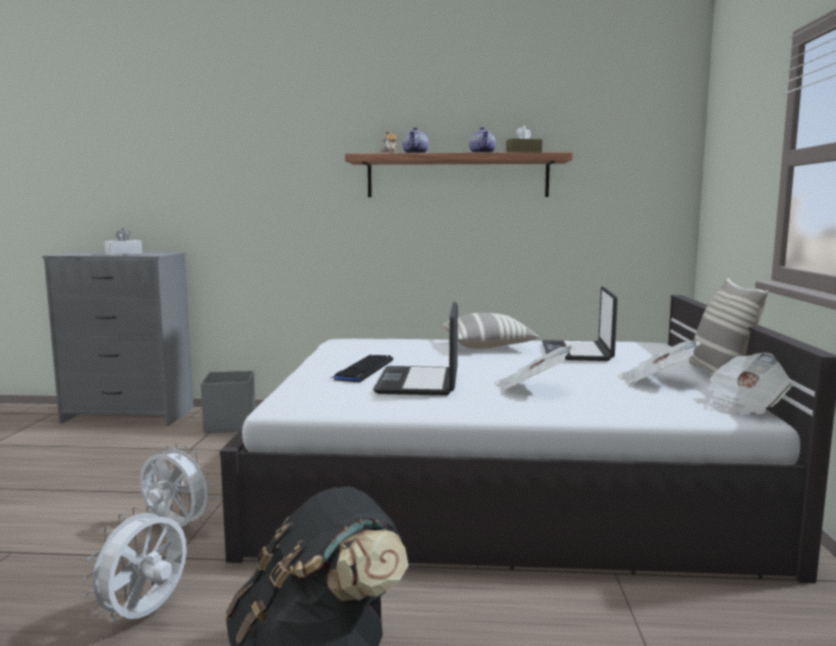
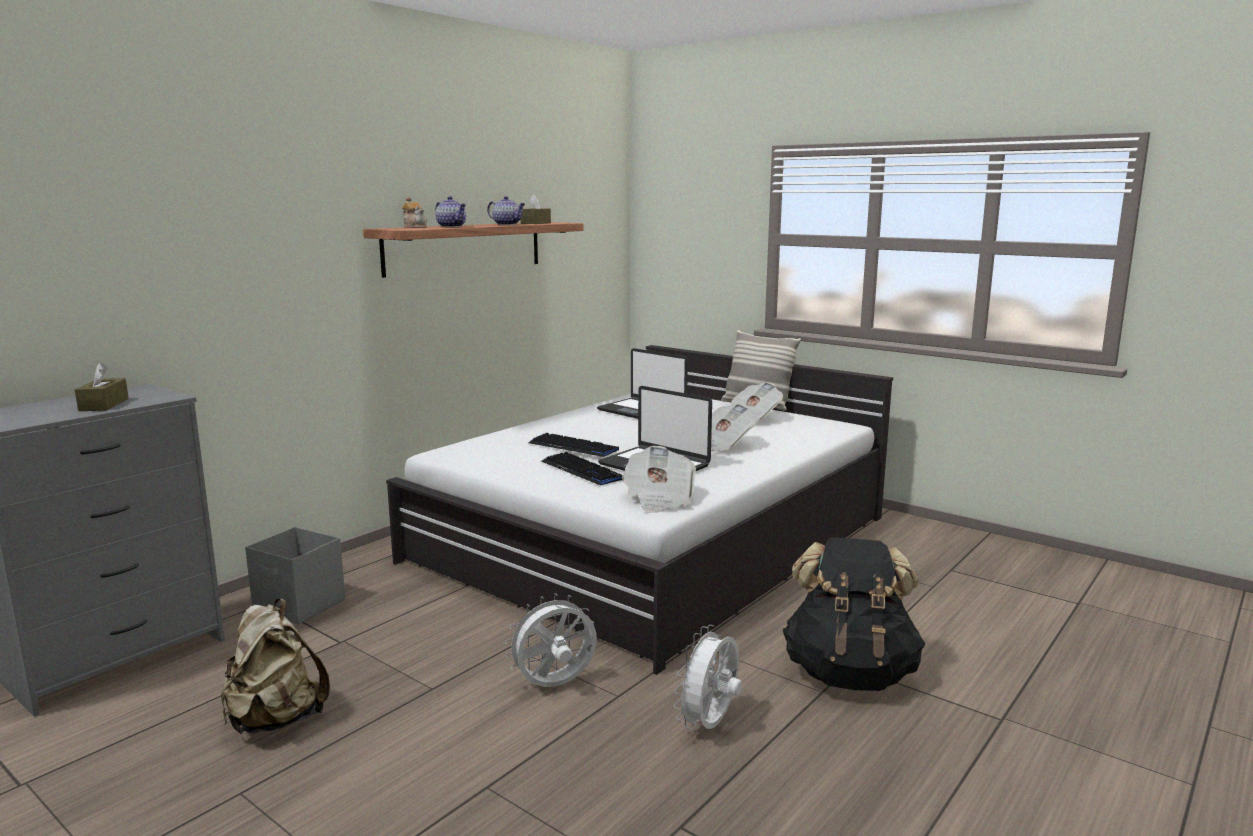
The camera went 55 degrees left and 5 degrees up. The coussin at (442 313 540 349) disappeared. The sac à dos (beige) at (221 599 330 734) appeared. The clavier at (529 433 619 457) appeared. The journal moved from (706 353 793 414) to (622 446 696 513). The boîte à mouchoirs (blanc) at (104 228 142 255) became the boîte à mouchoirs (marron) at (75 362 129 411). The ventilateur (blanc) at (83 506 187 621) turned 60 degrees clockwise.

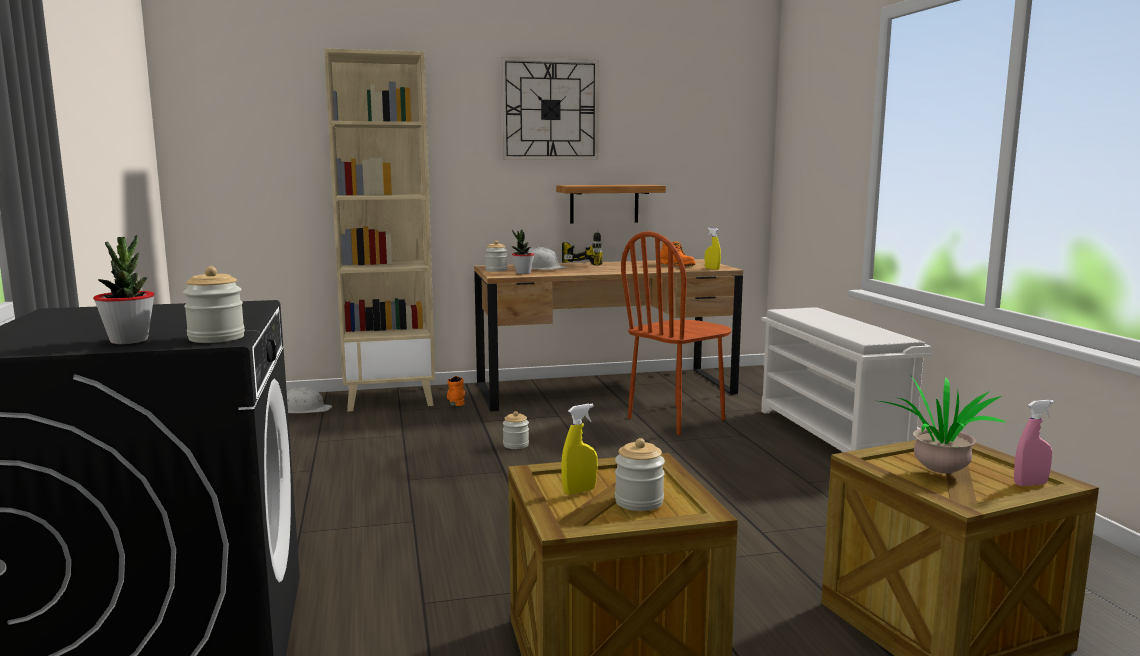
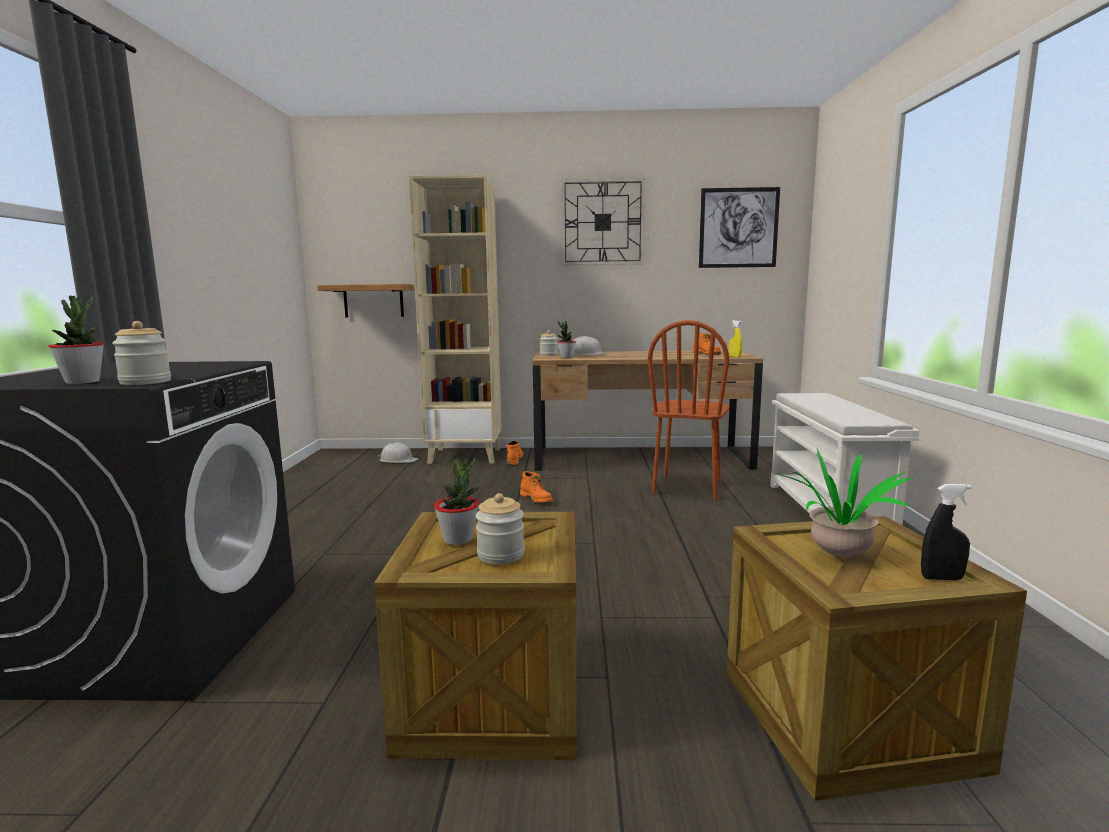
The camera went 15 degrees right and 0 degrees up. The perceuse at (562 229 603 265) disappeared. The tableau at (699 187 780 268) appeared. The étagère moved from (556 185 666 224) to (317 284 414 317). The bocal at (503 411 529 449) was replaced by the botte (orange) at (520 471 553 502). The vaporisateur (jaune) at (561 404 598 495) was replaced by the plante en pot at (434 457 479 545). The vaporisateur (rose) at (1014 400 1054 486) became the vaporisateur (noir) at (921 484 972 580). The chaise (marron) at (621 231 731 435) turned 45 degrees counterclockwise.

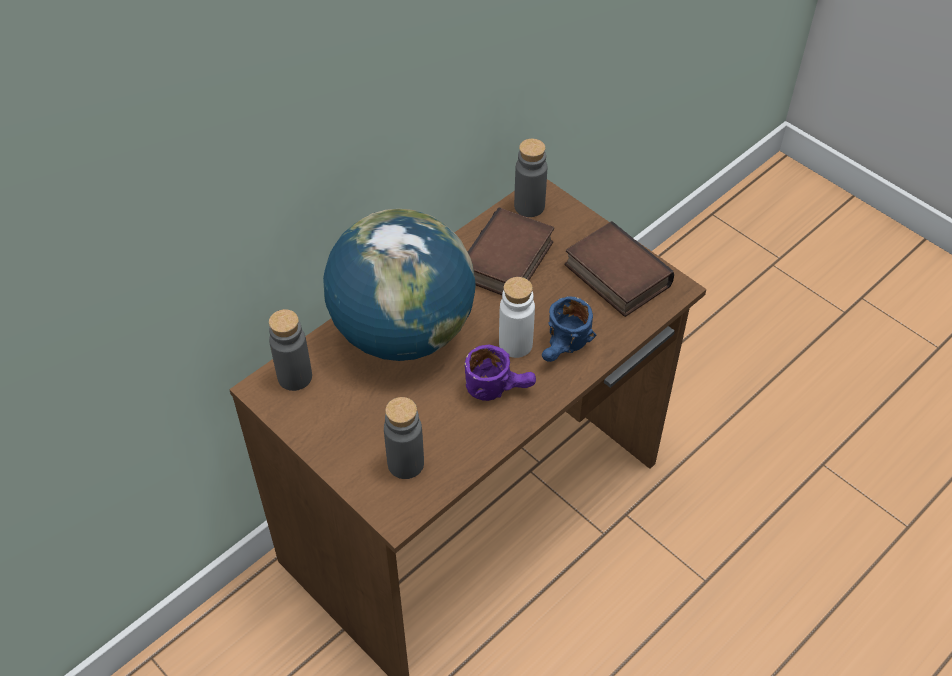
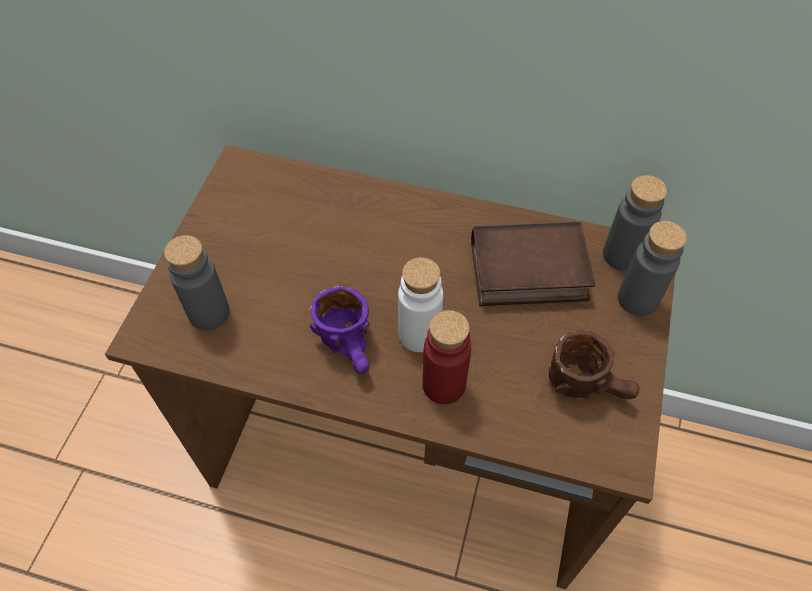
The camera went 60 degrees right and 5 degrees up. The globe at (323 209 476 361) disappeared. The bouteille (gris) moved from (269 309 312 391) to (618 221 687 316). The mug (bleu) at (542 296 596 362) was replaced by the bouteille (rouge) at (422 310 471 404). The livre at (565 221 674 317) was replaced by the mug (marron) at (549 330 640 399).

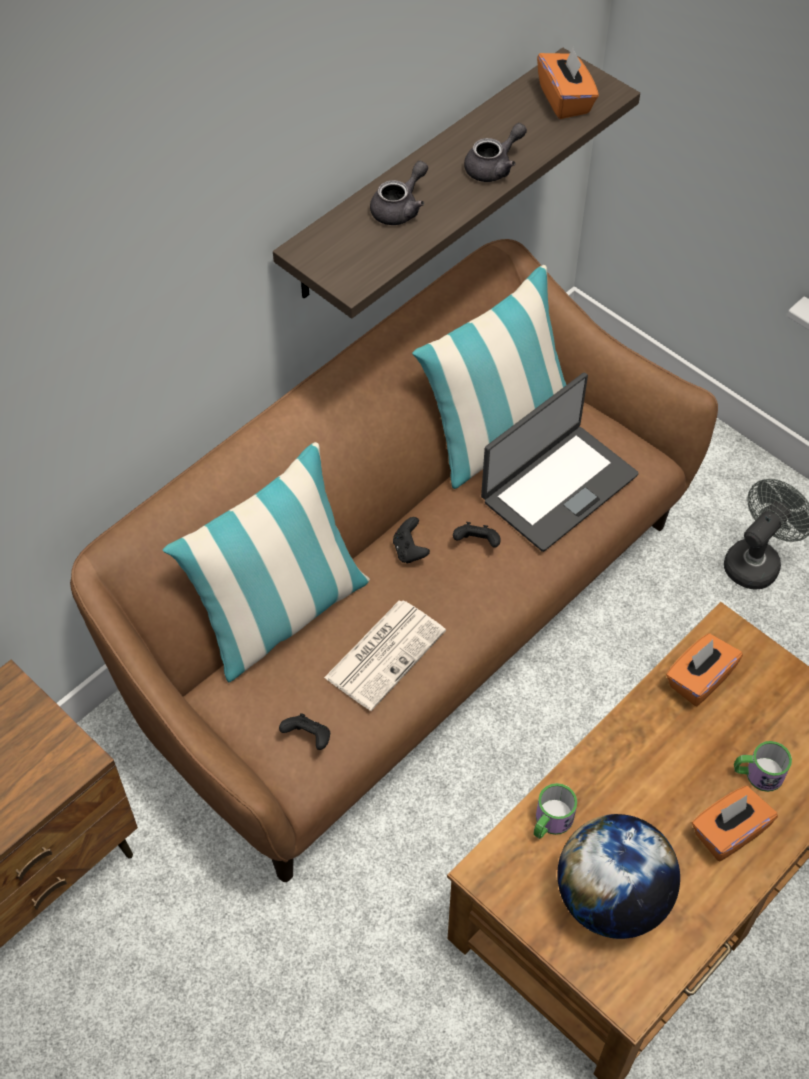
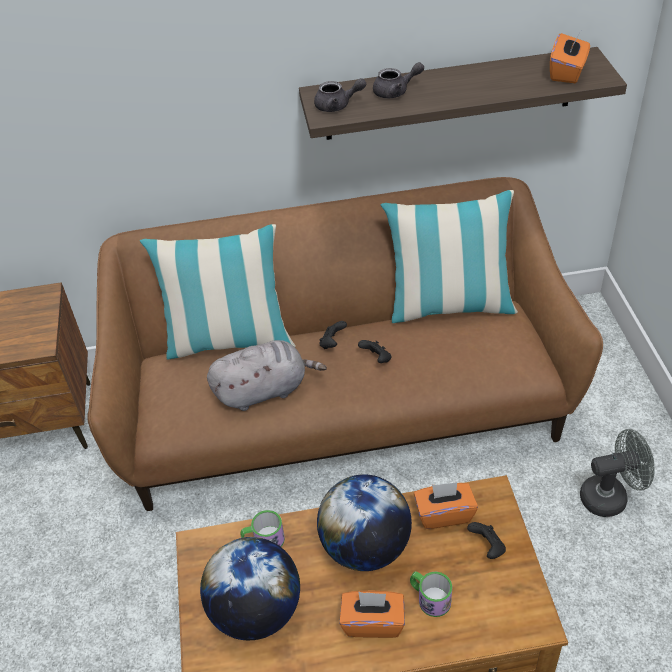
The camera went 40 degrees right and 10 degrees down. The ordinateur portable at (481 373 639 552) disappeared. The globe at (317 474 412 571) appeared. The manette (noir) moved from (279 713 330 750) to (467 522 506 559). The théière (gris) moved from (464 123 527 182) to (314 78 366 112). The journal at (324 600 446 711) was replaced by the peluche (gris) at (207 340 327 411).

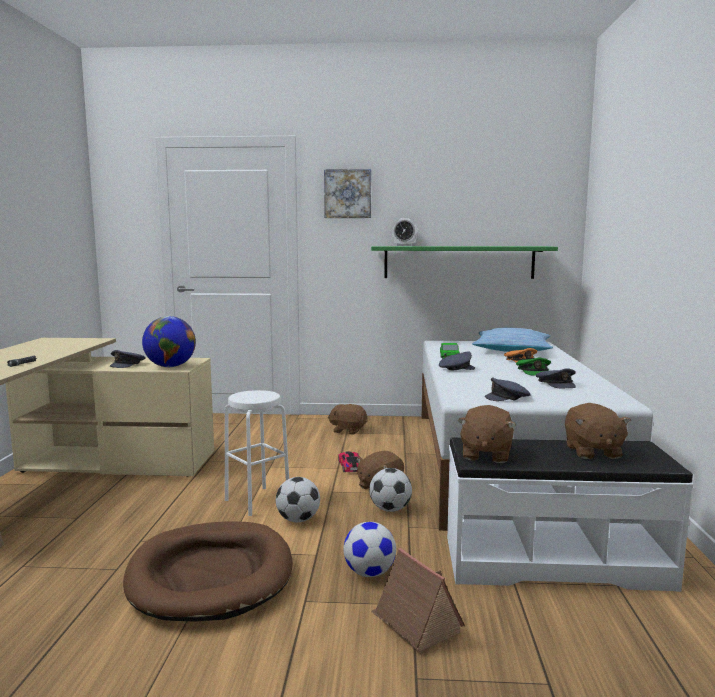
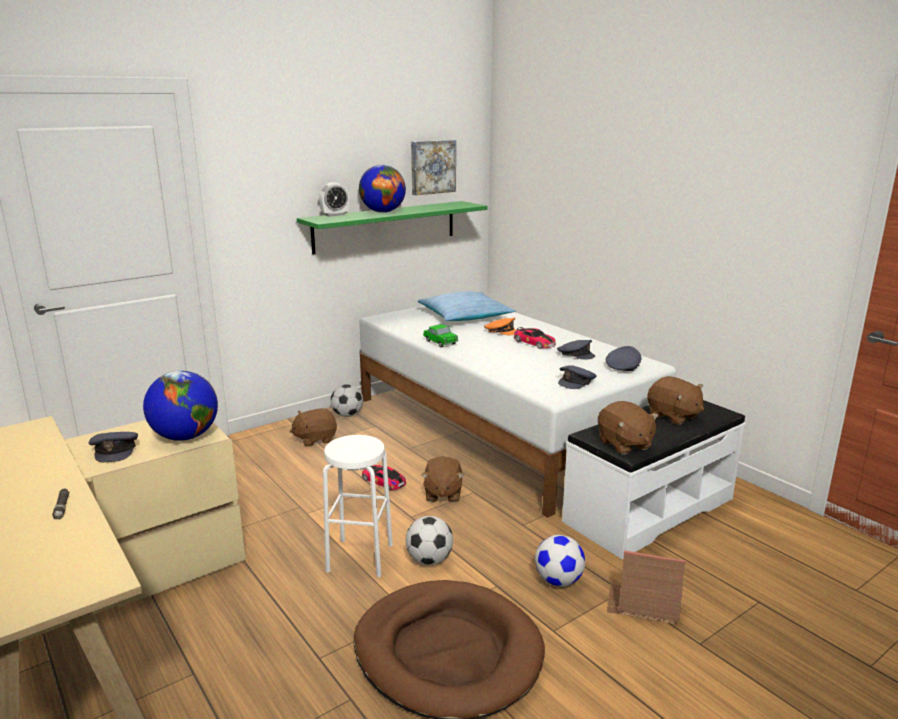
The camera went 40 degrees left and 10 degrees up. The globe at (359 165 406 213) appeared. The tableau moved from (324 169 371 218) to (411 140 456 195). The ballon de foot moved from (369 468 412 512) to (330 384 363 417). The casquette (gris) moved from (439 351 475 371) to (606 346 642 371). The casquette (vert) at (516 358 551 376) was replaced by the petite voiture at (514 327 556 349).

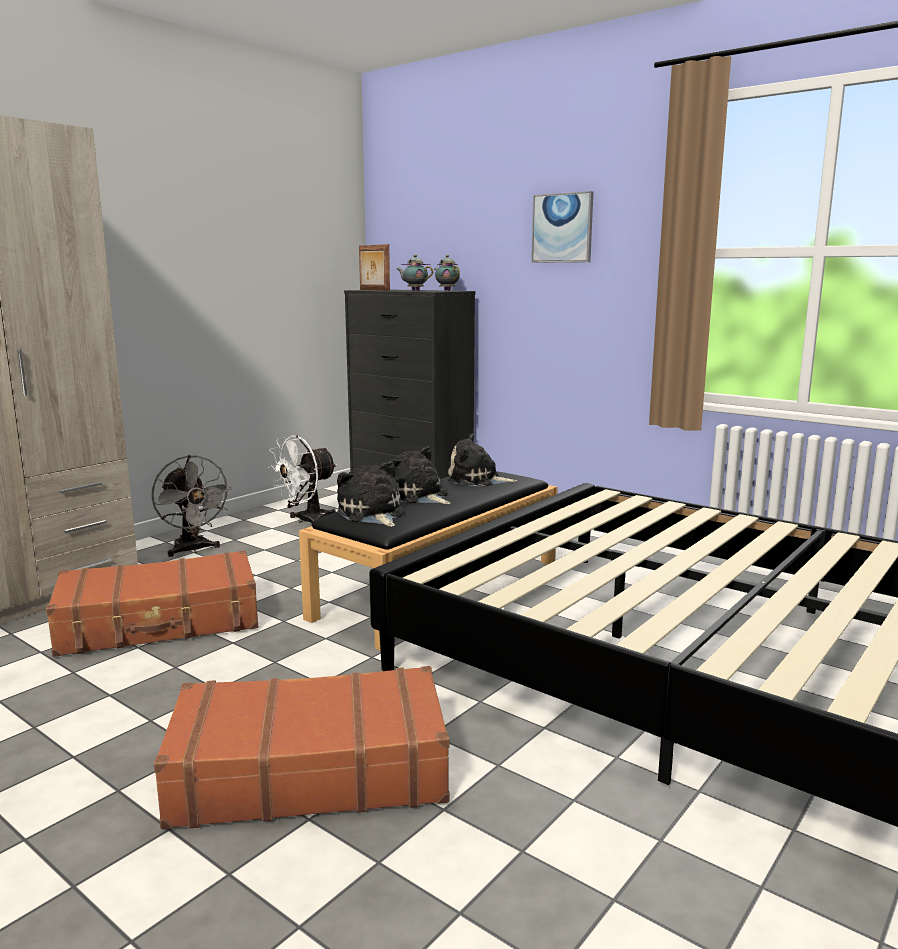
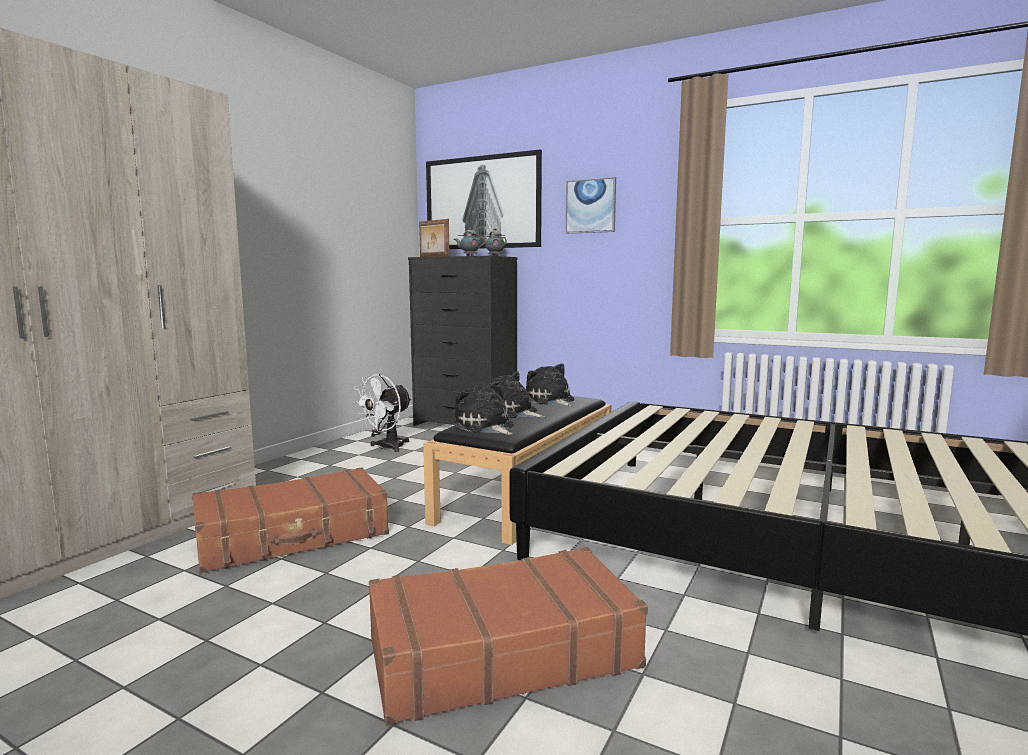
The camera went 10 degrees left and 5 degrees down. The ventilateur (gris) at (152 455 232 557) disappeared. The tableau at (426 149 542 249) appeared. The peluche at (447 433 517 487) turned 60 degrees clockwise.

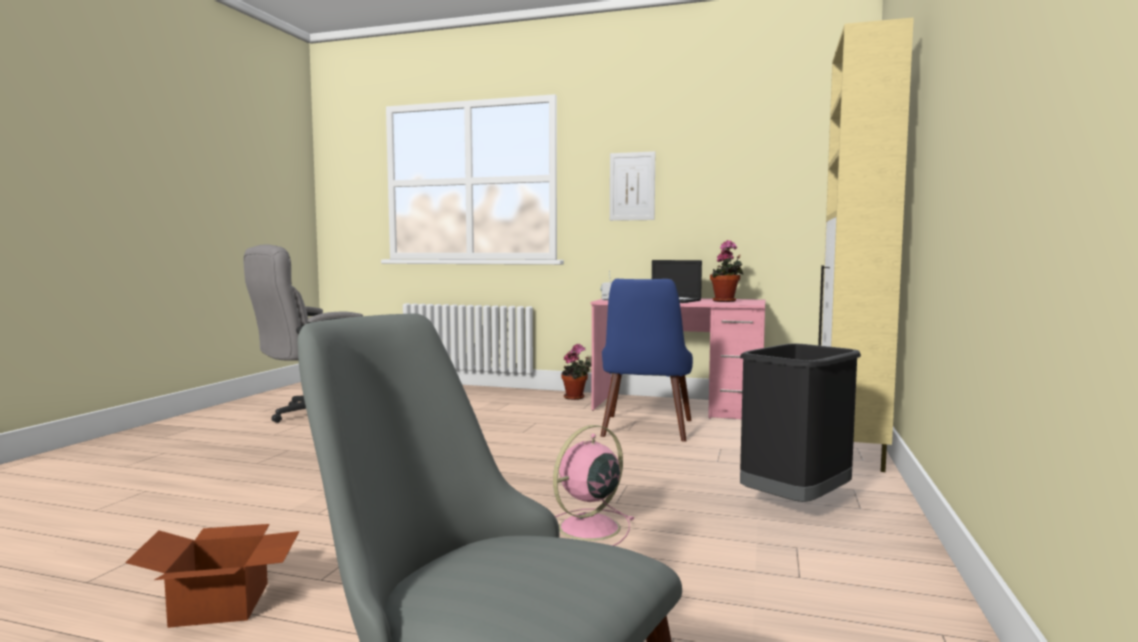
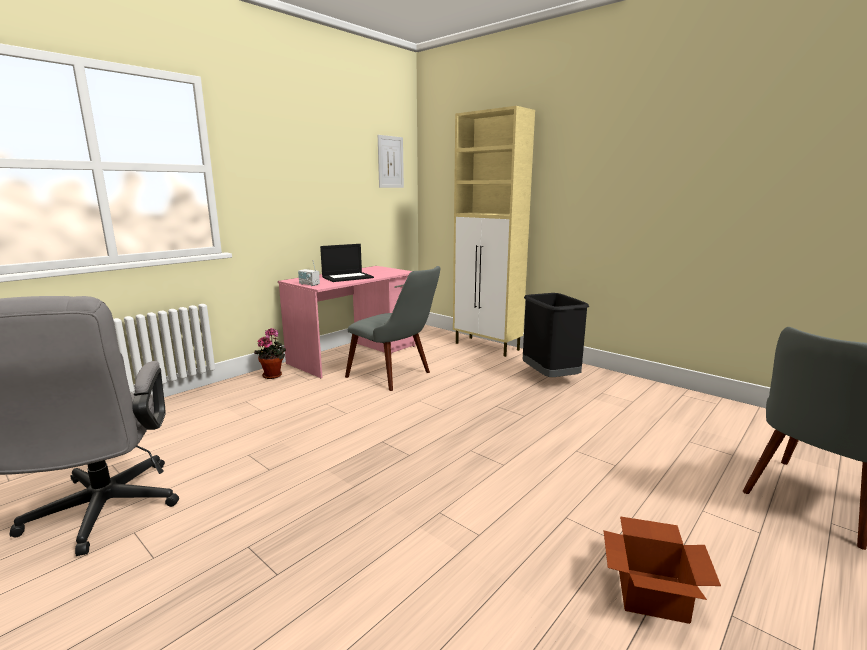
The camera went 65 degrees left and 10 degrees up. The ventilateur (rose) at (553 425 635 546) disappeared. The plante en pot at (710 240 743 302) disappeared. The tableau moved from (610 151 655 221) to (378 135 404 188). The chaise (bleu) at (601 279 693 442) became the chaise (gris) at (345 266 440 391).

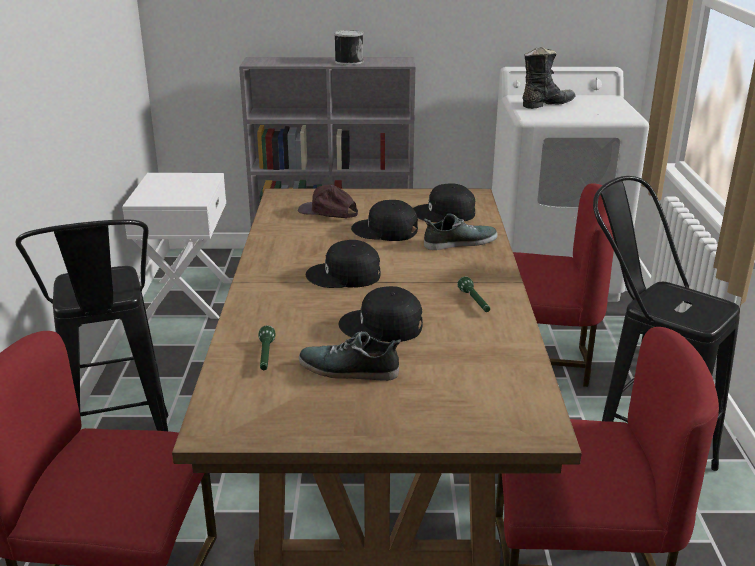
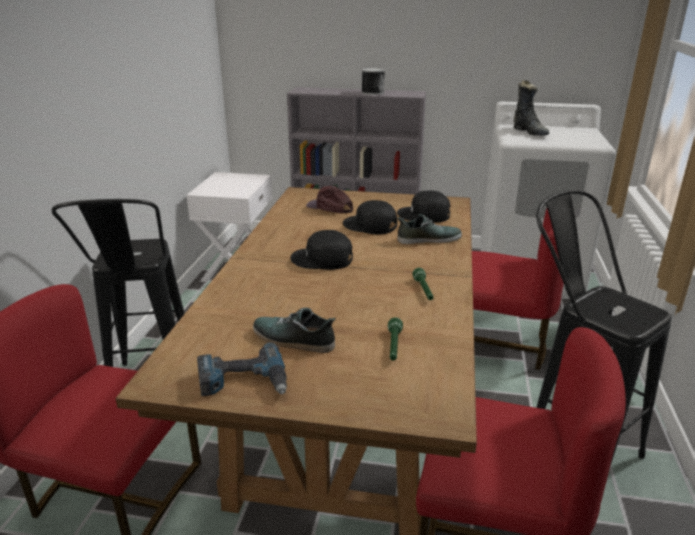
The camera went 10 degrees right and 0 degrees up. The casquette (noir) at (339 286 423 342) disappeared. The perceuse at (197 342 287 396) appeared. The lampe de poche (vert) moved from (258 325 275 370) to (388 317 403 360). The botte (noir) at (523 47 576 109) turned 90 degrees clockwise.

